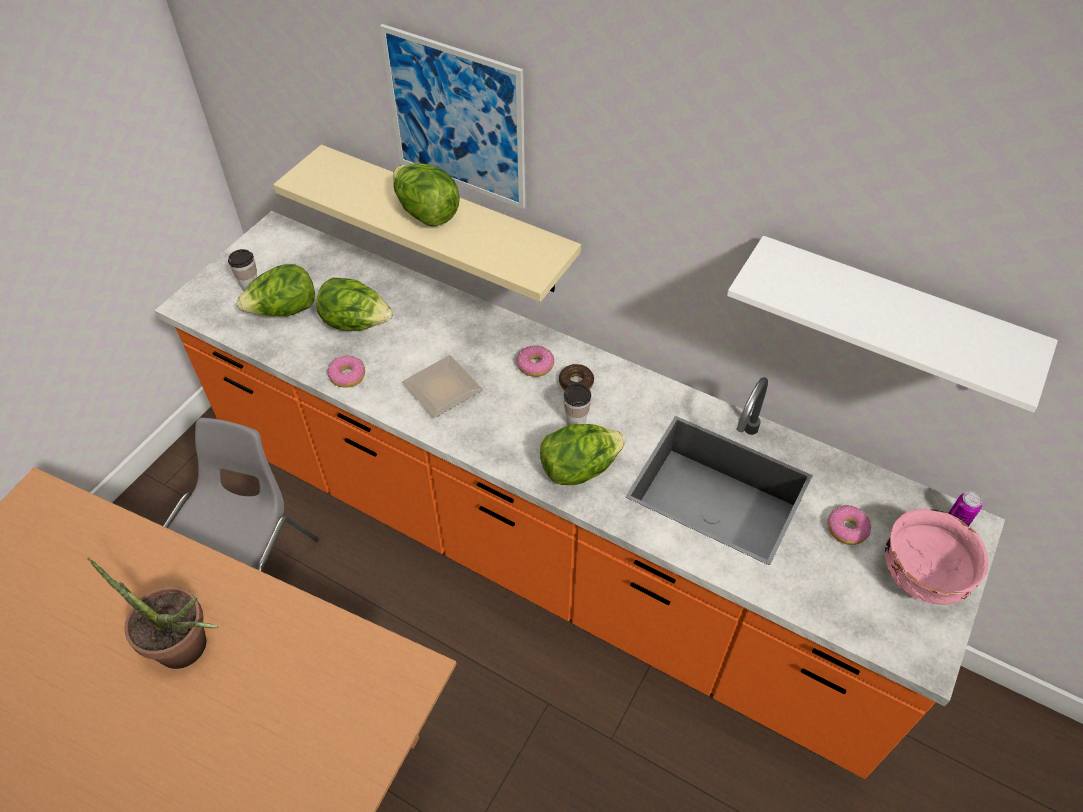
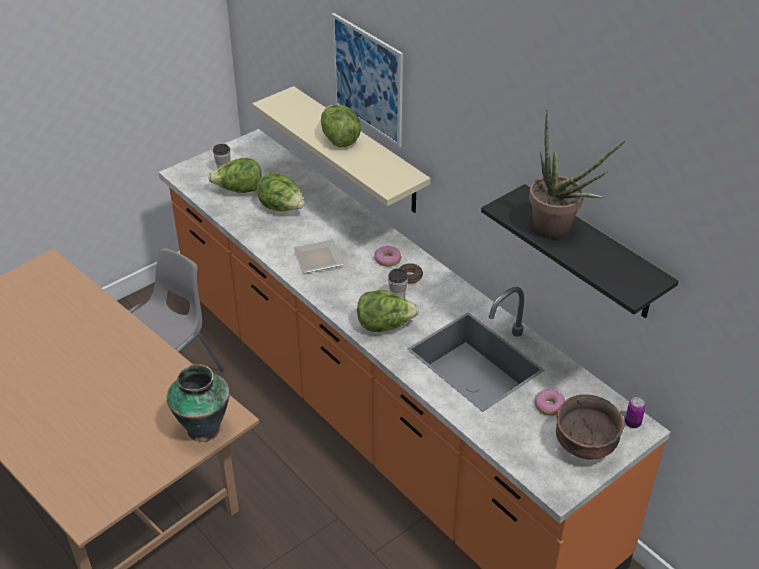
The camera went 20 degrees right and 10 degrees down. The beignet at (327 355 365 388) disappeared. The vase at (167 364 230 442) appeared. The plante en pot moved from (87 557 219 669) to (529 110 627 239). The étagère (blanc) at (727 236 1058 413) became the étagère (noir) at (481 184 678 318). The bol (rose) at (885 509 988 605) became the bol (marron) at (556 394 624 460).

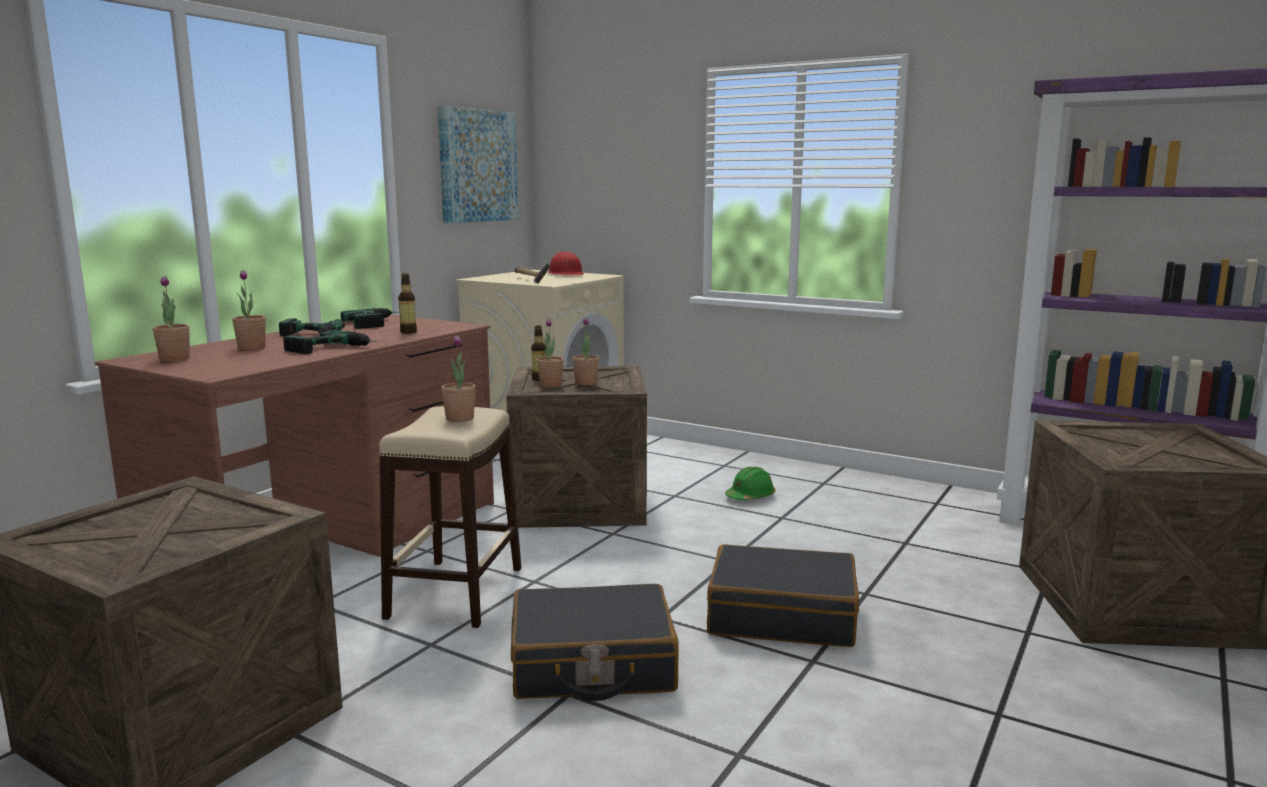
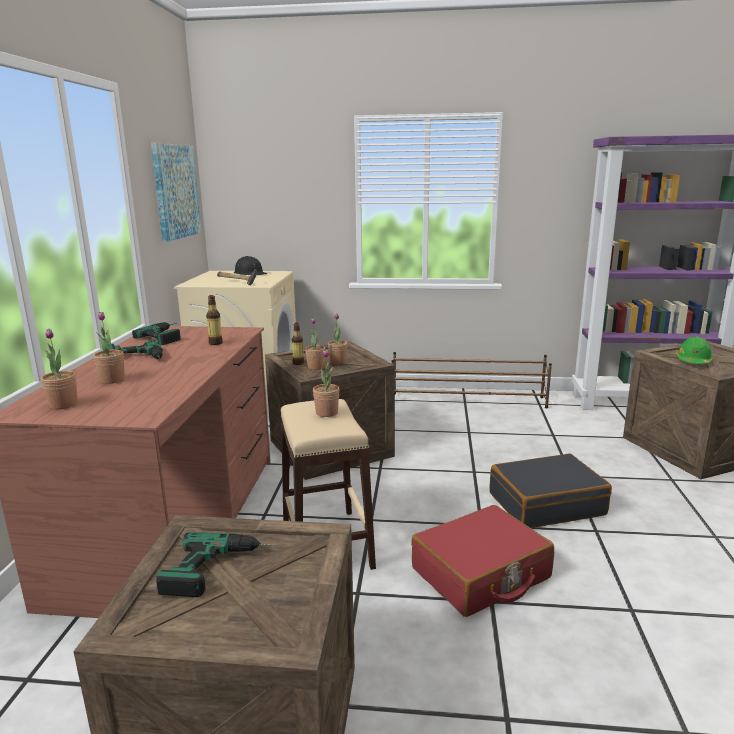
The camera went 25 degrees left and 5 degrees up. The étagère à chaussures (marron) at (392 352 552 408) appeared. The perceuse moved from (283 330 378 354) to (156 532 276 597). The casque de chantier (vert) moved from (725 467 776 500) to (676 336 714 364). The valise (noir) at (511 584 679 701) became the valise (rouge) at (411 505 554 617). The casque de chantier (rouge) at (548 251 584 276) became the casque de chantier (noir) at (234 256 267 276).

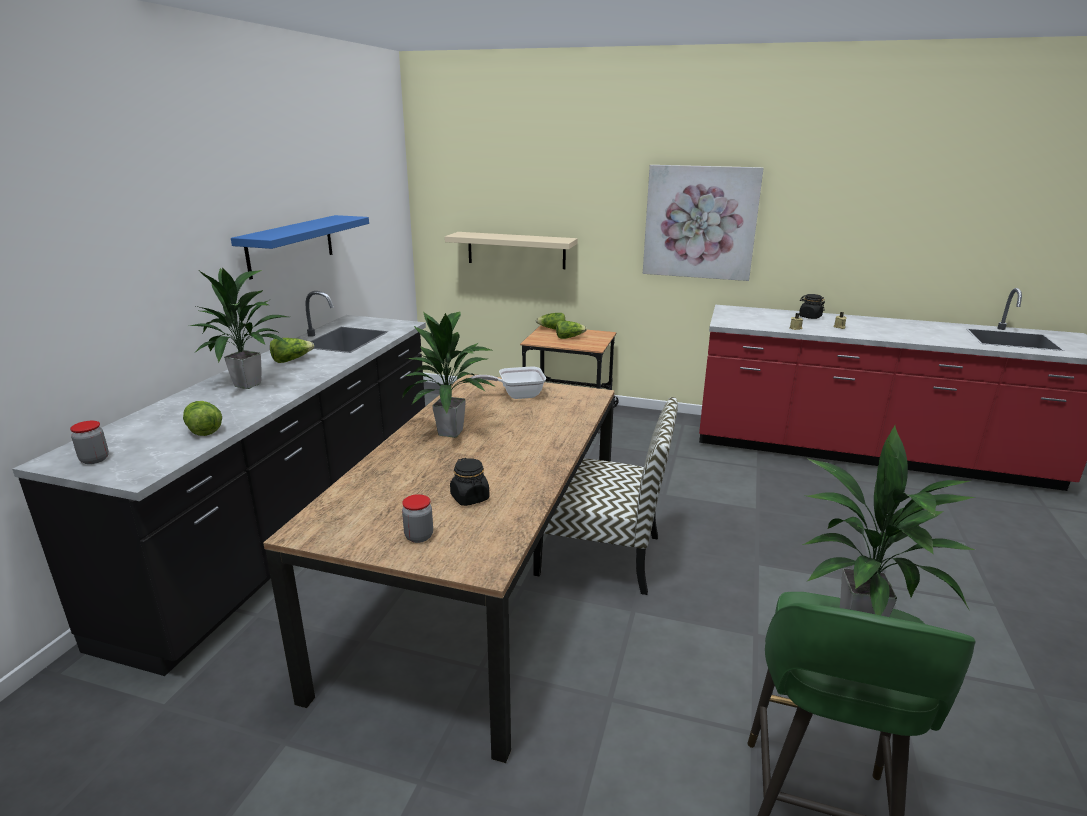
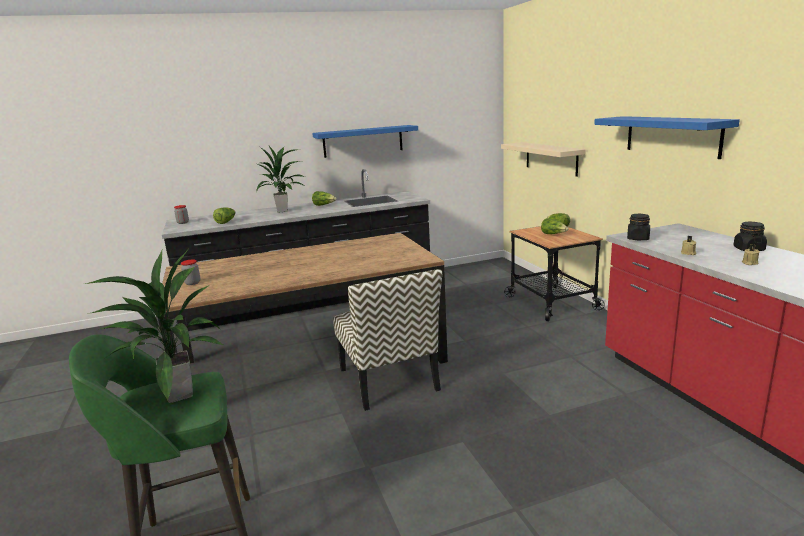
The camera went 55 degrees right and 5 degrees down. The plante en pot at (402 311 496 438) disappeared. The poêle at (470 367 546 399) disappeared. The bocal (noir) moved from (450 458 489 506) to (627 214 650 240). The tableau at (643 165 764 281) was replaced by the étagère (bleu) at (594 116 740 159).

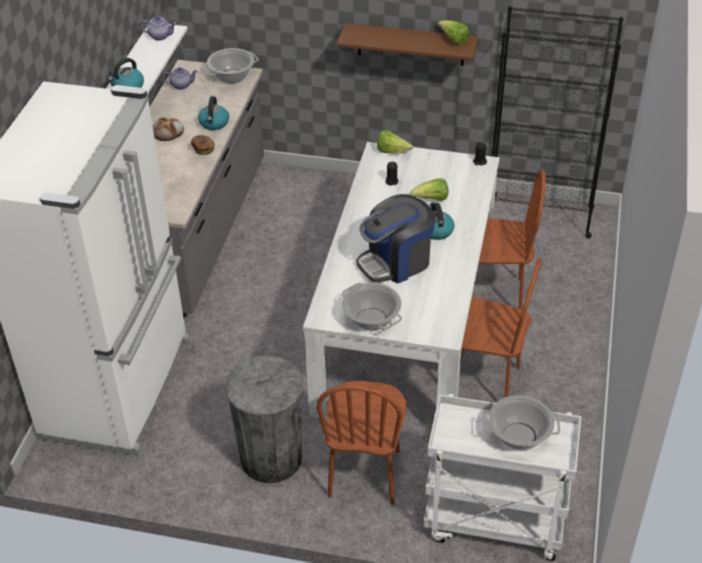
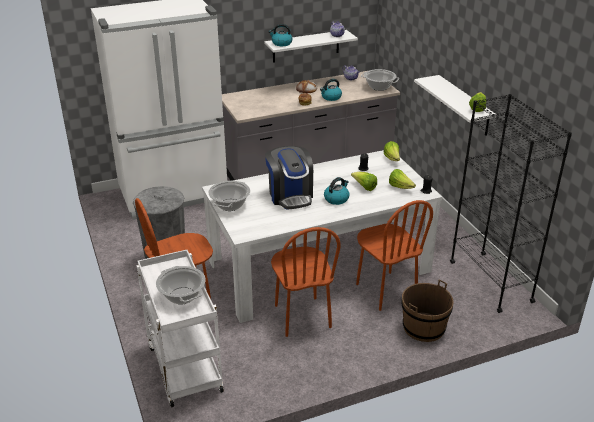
The camera went 55 degrees right and 10 degrees down. The laitue at (389 169 416 189) appeared. The seau (marron) at (402 280 453 342) appeared. The étagère (marron) at (337 23 479 66) became the étagère (blanc) at (414 75 497 136). The machine à café at (356 194 435 284) turned 135 degrees counterclockwise.

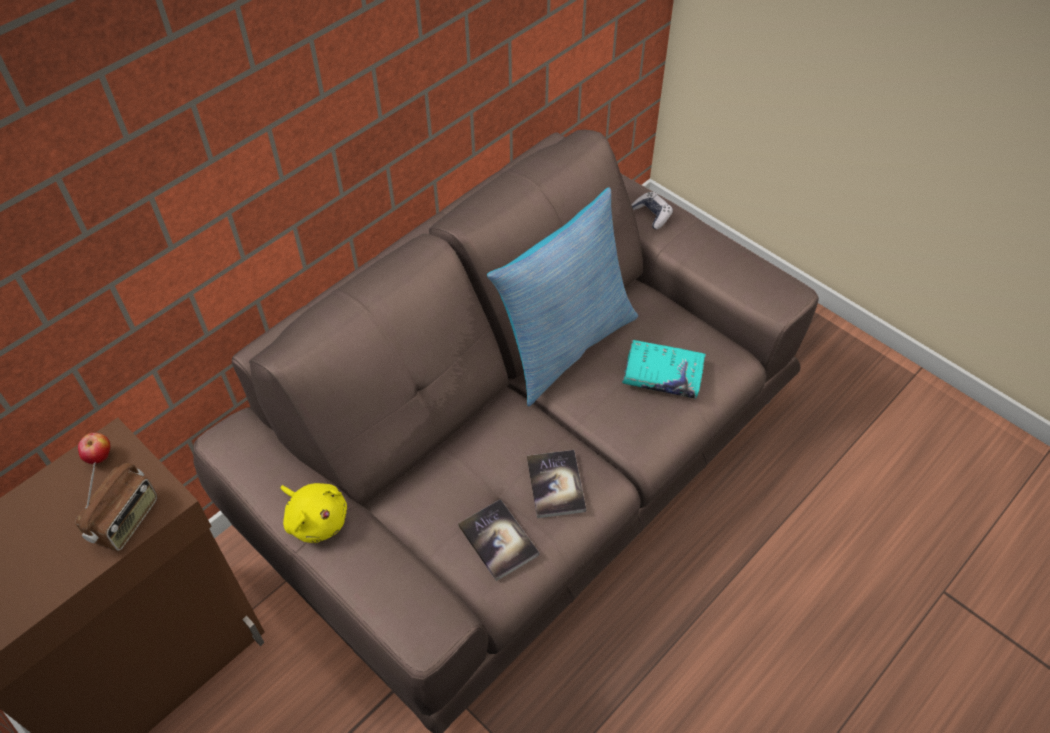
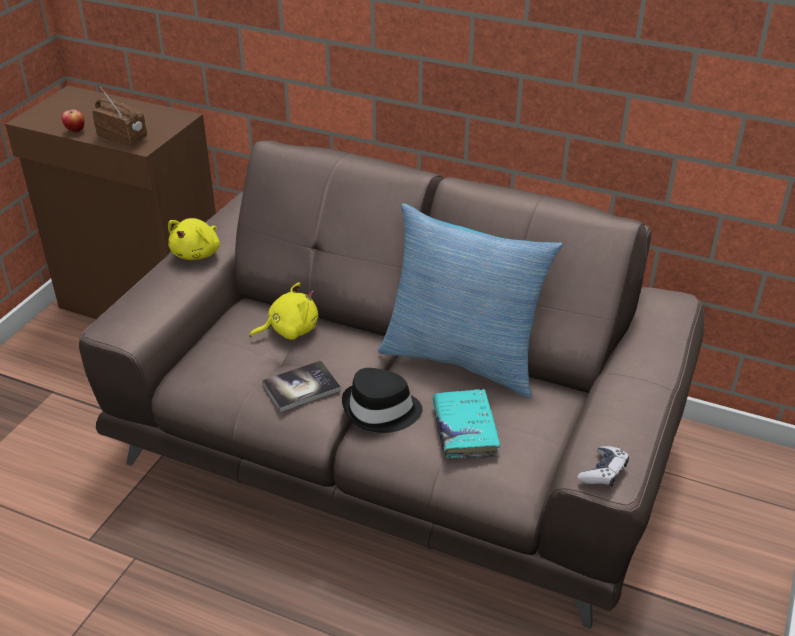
The camera went 70 degrees right and 15 degrees down. The livre at (458 499 539 581) disappeared. The peluche (jaune) at (250 282 318 340) appeared. The chapeau (noir) at (342 368 423 433) appeared. The pomme moved from (78 433 110 464) to (62 110 85 133). The manette moved from (631 192 673 229) to (578 446 629 487). The radio at (75 463 157 552) turned 150 degrees counterclockwise.

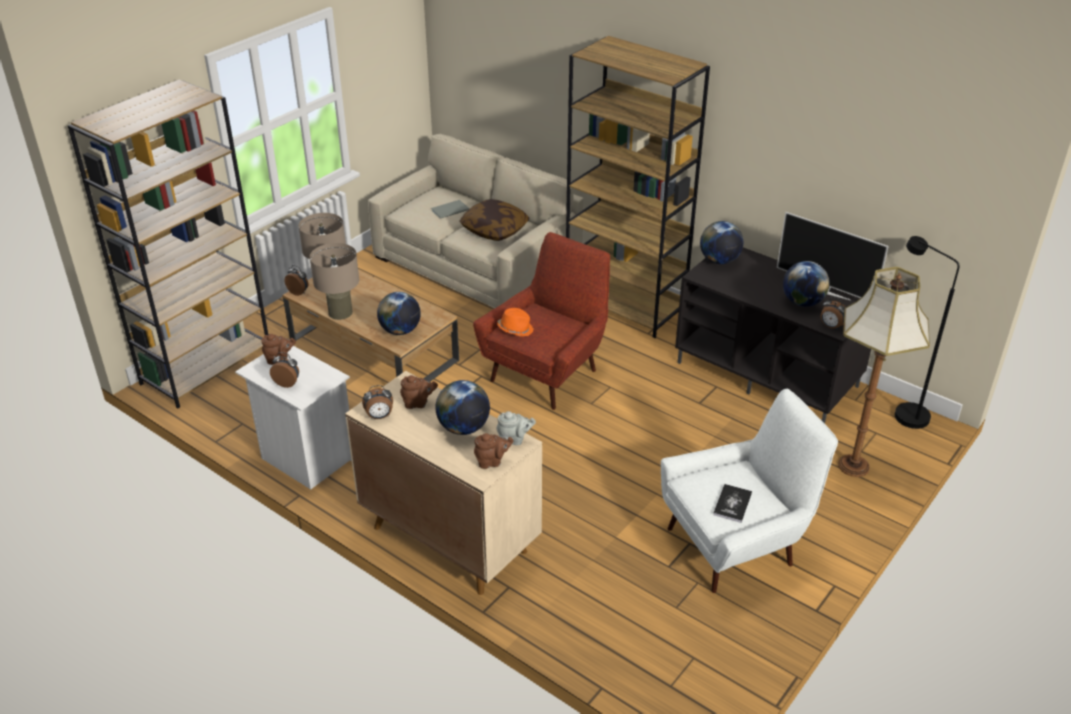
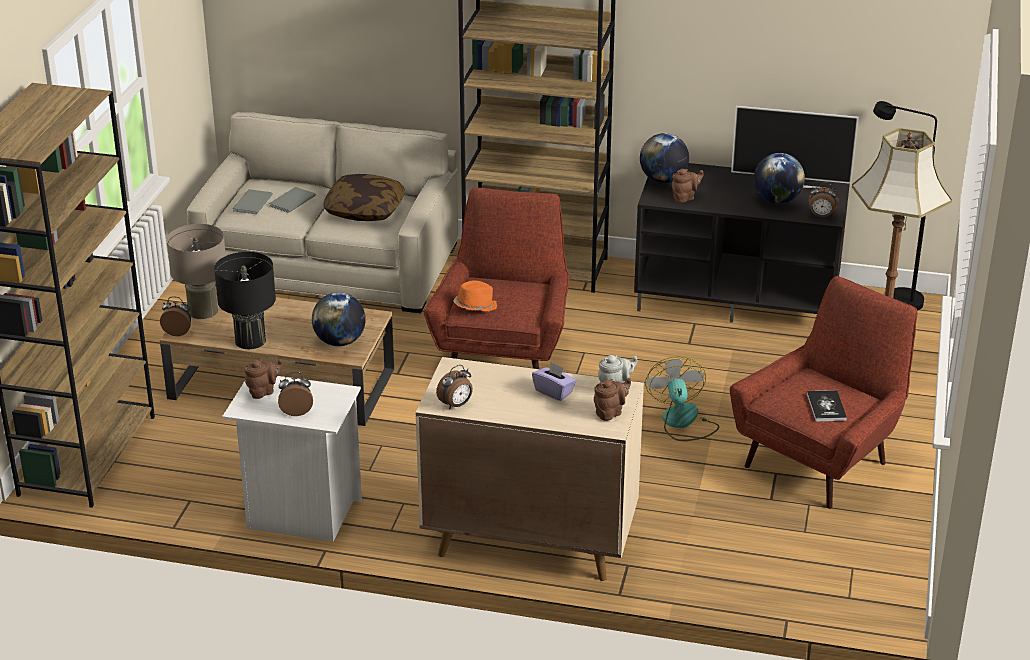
The camera went 25 degrees left and 5 degrees down. The livre (gris) at (233 189 273 214) appeared. The ventilateur at (645 356 719 441) appeared. The théière (marron) moved from (400 375 438 409) to (672 169 703 203). The globe at (435 380 490 435) was replaced by the boîte à mouchoirs (violet) at (532 362 576 401). The lampe de table (beige) at (310 243 359 320) became the lampe de table (noir) at (214 252 276 349). The fauteuil (blanc) at (661 389 838 593) became the fauteuil (rouge) at (730 276 918 509).

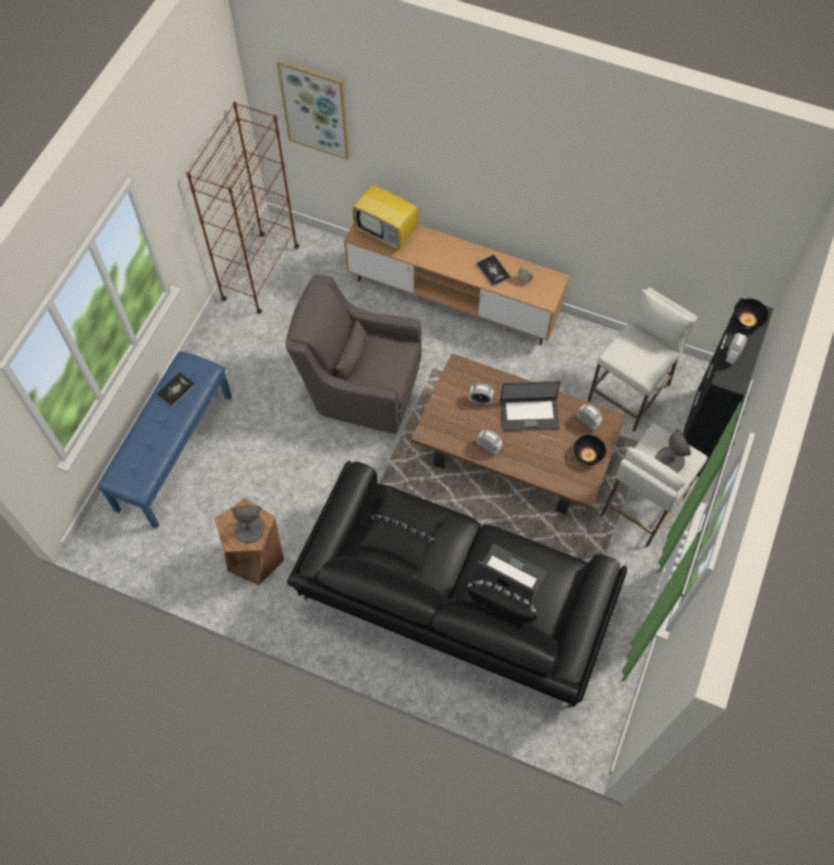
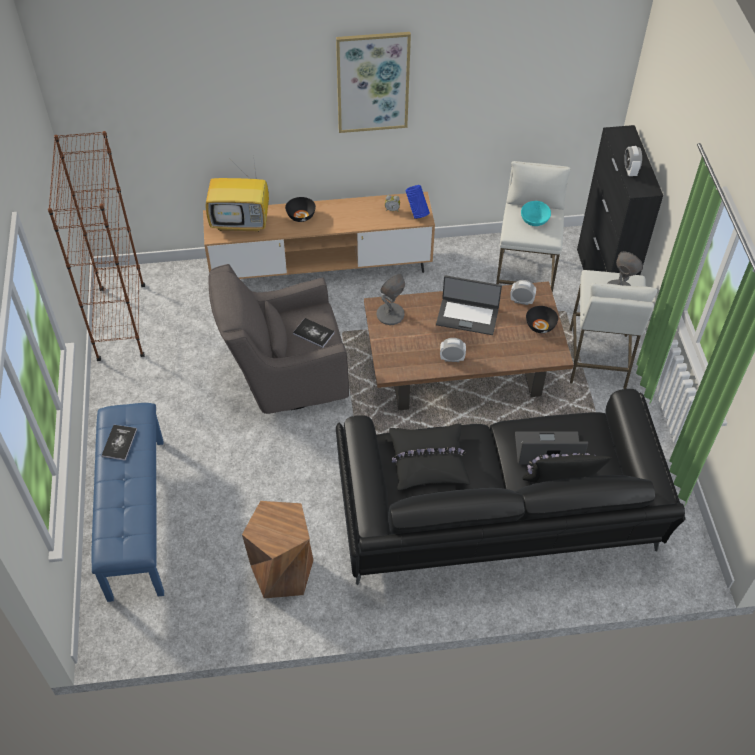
The camera went 30 degrees left and 10 degrees down. The réveil at (469 383 494 405) disappeared. The vase (bleu) at (406 185 430 219) appeared. The bol (turquoise) at (521 201 551 226) appeared. The lampe de table (gris) moved from (232 505 265 543) to (376 274 405 325). The tableau moved from (277 60 350 160) to (336 32 411 133). The livre moved from (476 254 511 287) to (293 318 335 348). The bol (noir) moved from (734 298 769 329) to (285 197 316 222). The ordinateur portable at (500 381 560 431) turned 45 degrees clockwise.

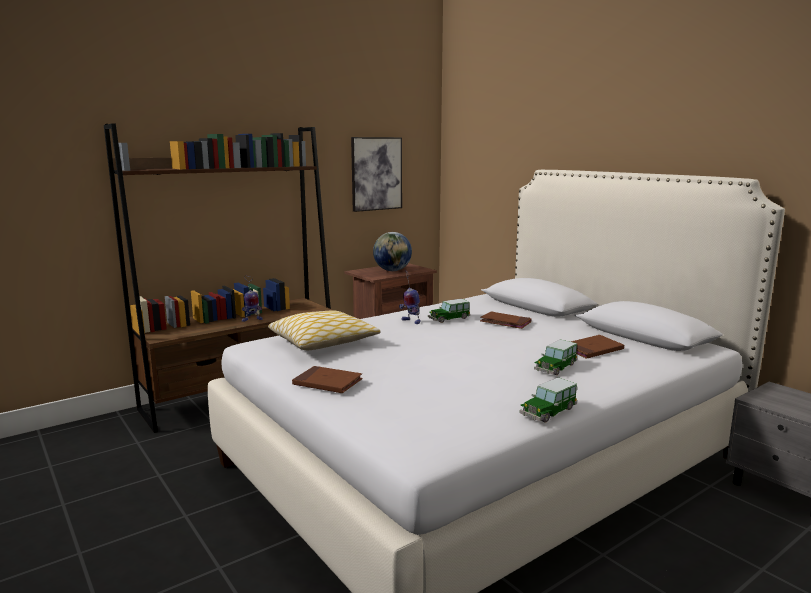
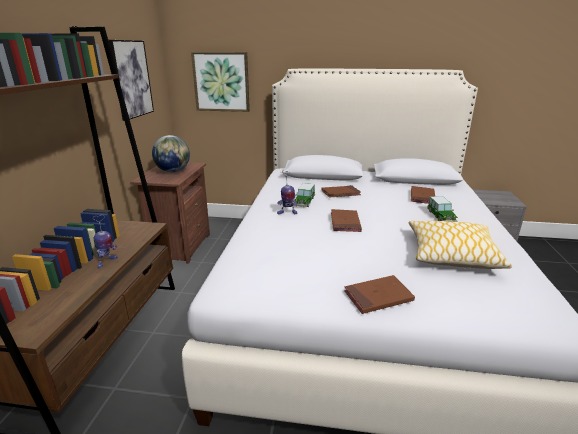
The camera went 45 degrees left and 10 degrees up. The petite voiture at (519 378 577 422) disappeared. The tableau at (191 52 250 112) appeared. The livre (marron) at (331 209 362 232) appeared. The coussin moved from (268 310 381 350) to (409 221 512 269).

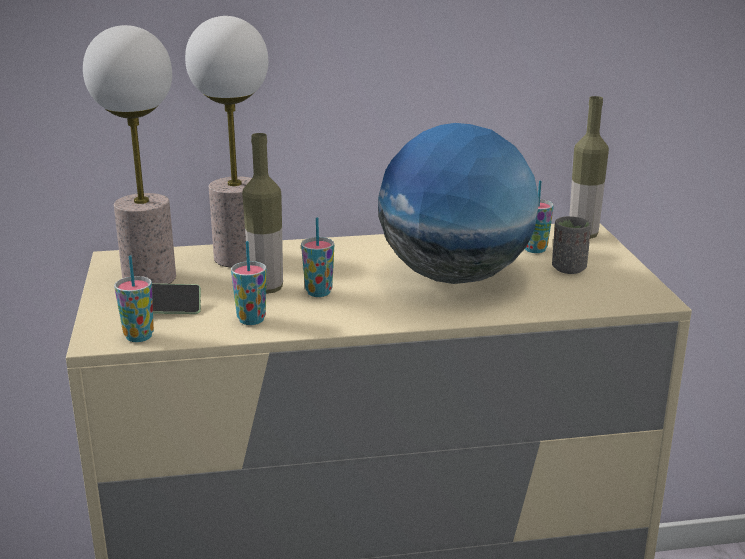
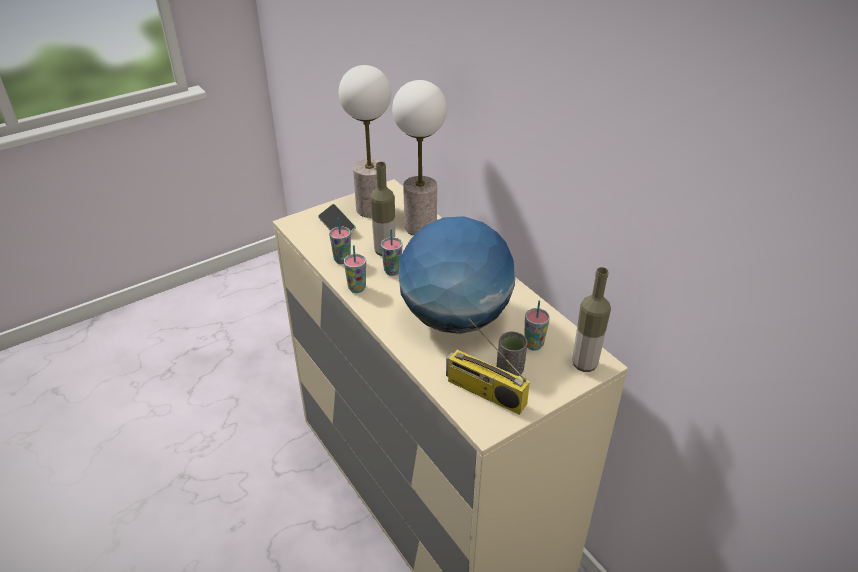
The camera went 65 degrees right and 15 degrees up. The radio at (446 318 530 415) appeared. The tasse moved from (114 256 154 342) to (344 245 366 293).

